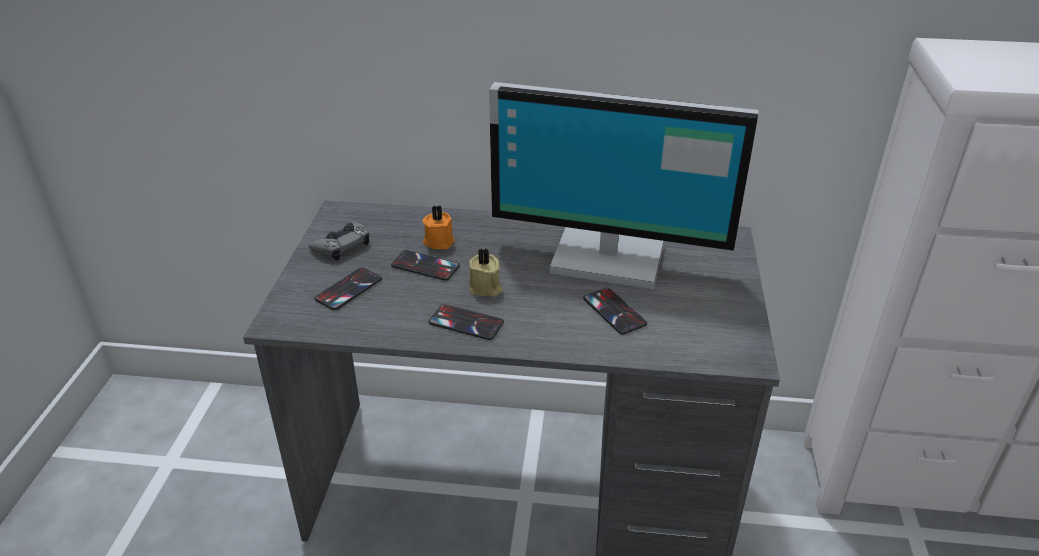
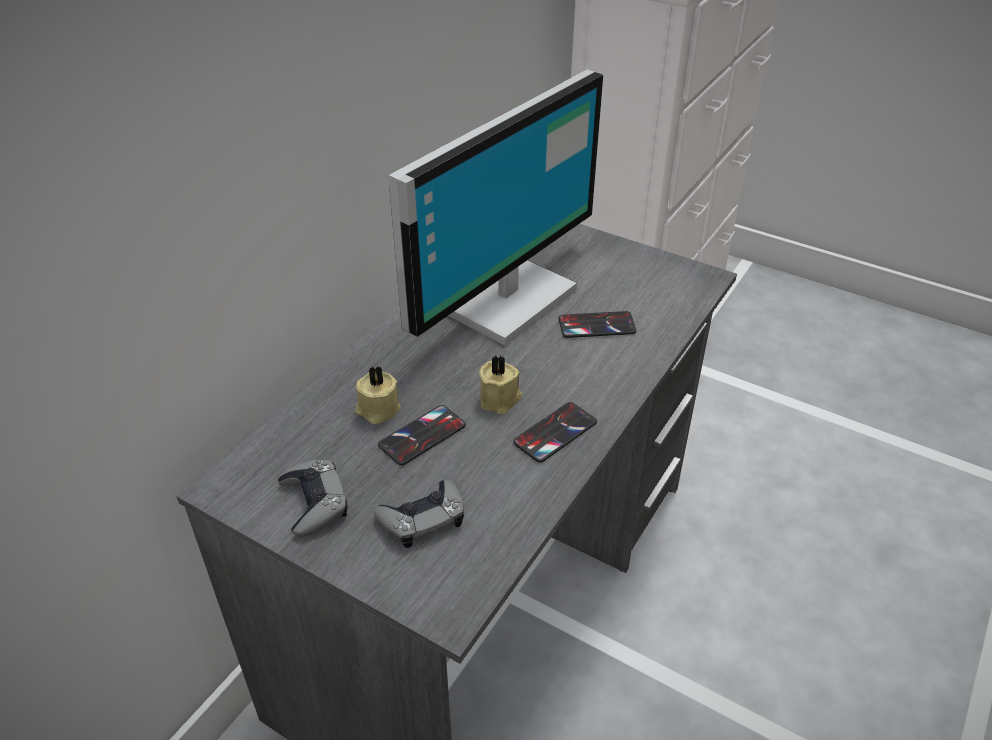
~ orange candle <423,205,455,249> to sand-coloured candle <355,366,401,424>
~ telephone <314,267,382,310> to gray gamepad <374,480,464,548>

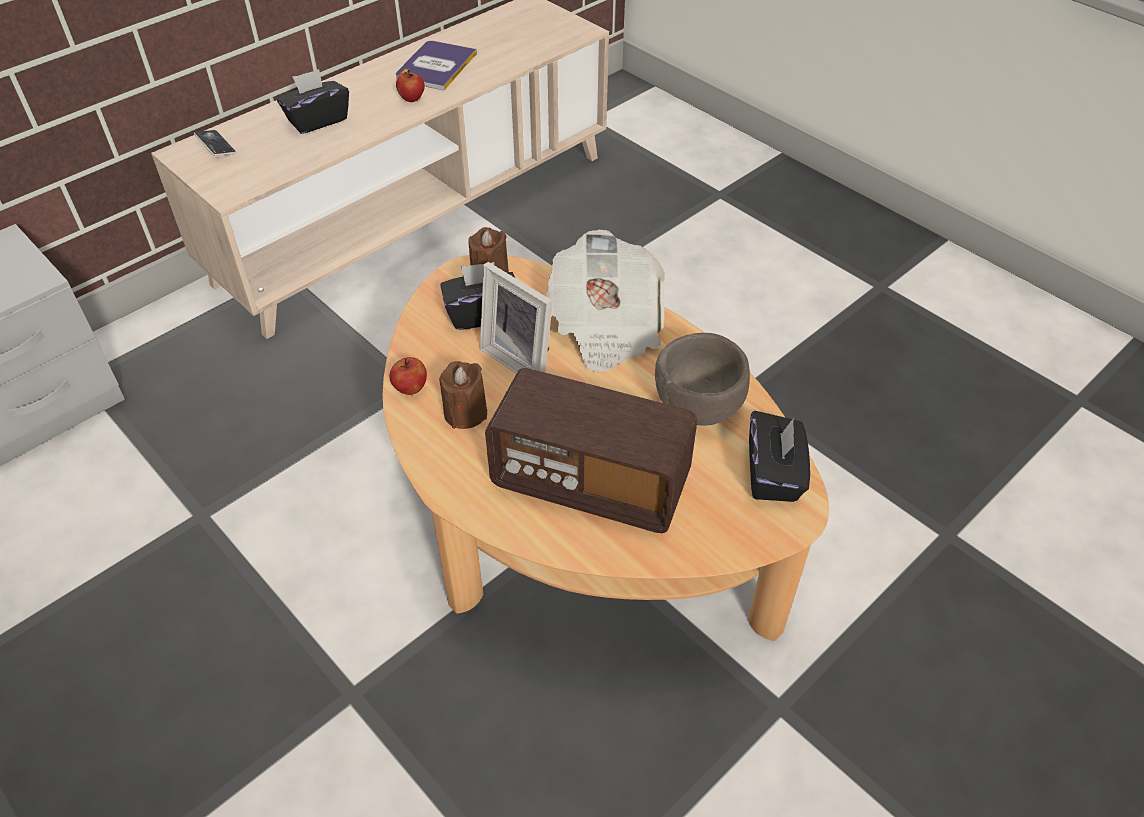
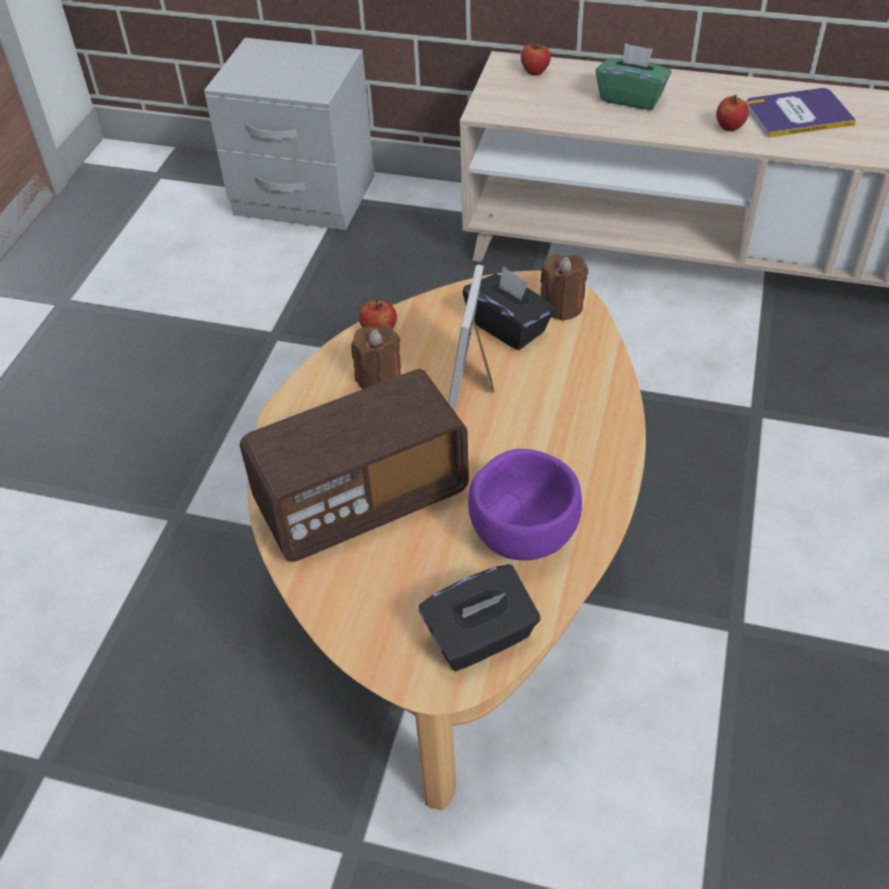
~ radio set <485,368,697,533> = <240,369,469,562> 105 degrees counterclockwise
~ brown deep dish <655,333,750,426> to purple-coloured deep dish <468,449,582,560>
~ telephone <194,130,236,156> to apple <521,40,551,76>
~ black tissue box <277,69,349,134> to greenish tissue box <596,43,671,110>
- daily paper <546,230,665,373>

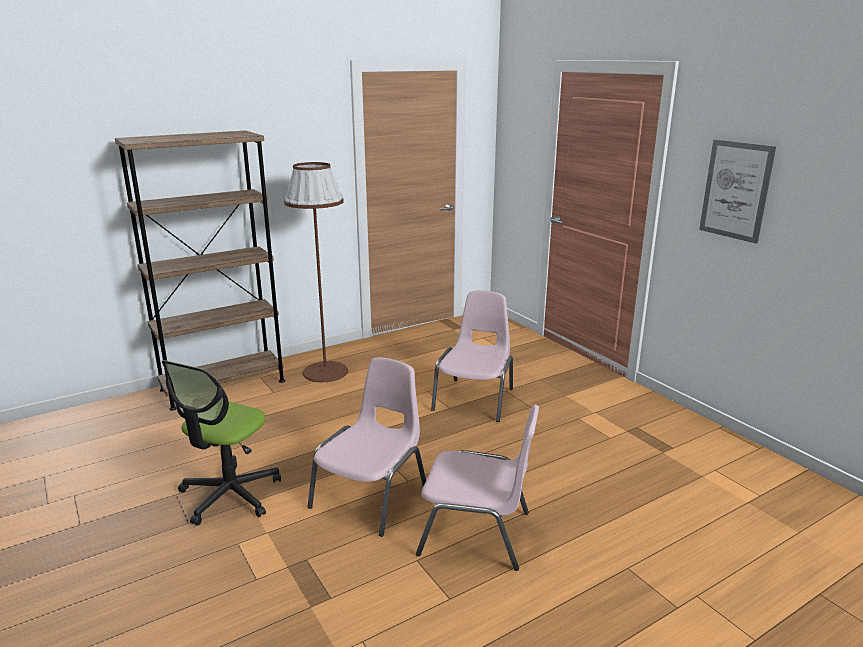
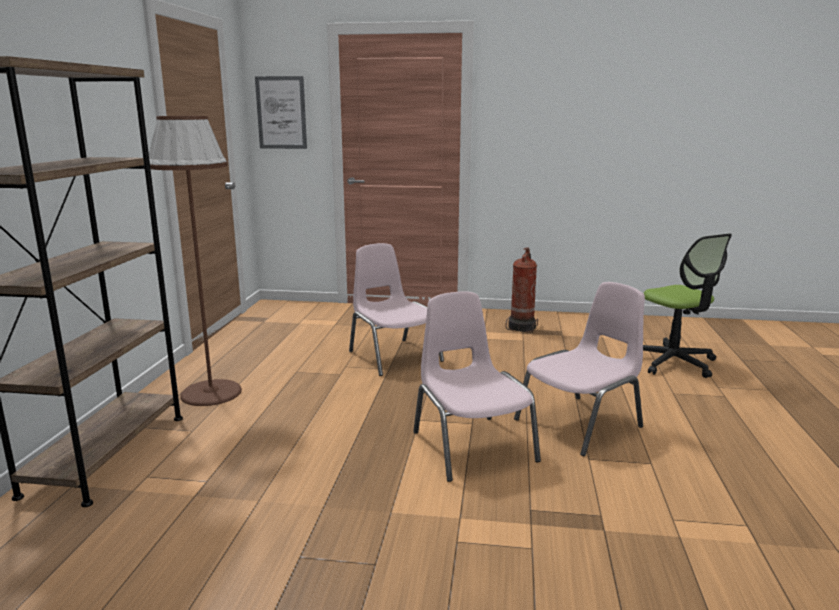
~ wall art <699,140,776,244> to <255,76,307,149>
+ extinguisher <506,247,538,333>
~ computer chair <162,360,281,526> to <643,233,732,378>

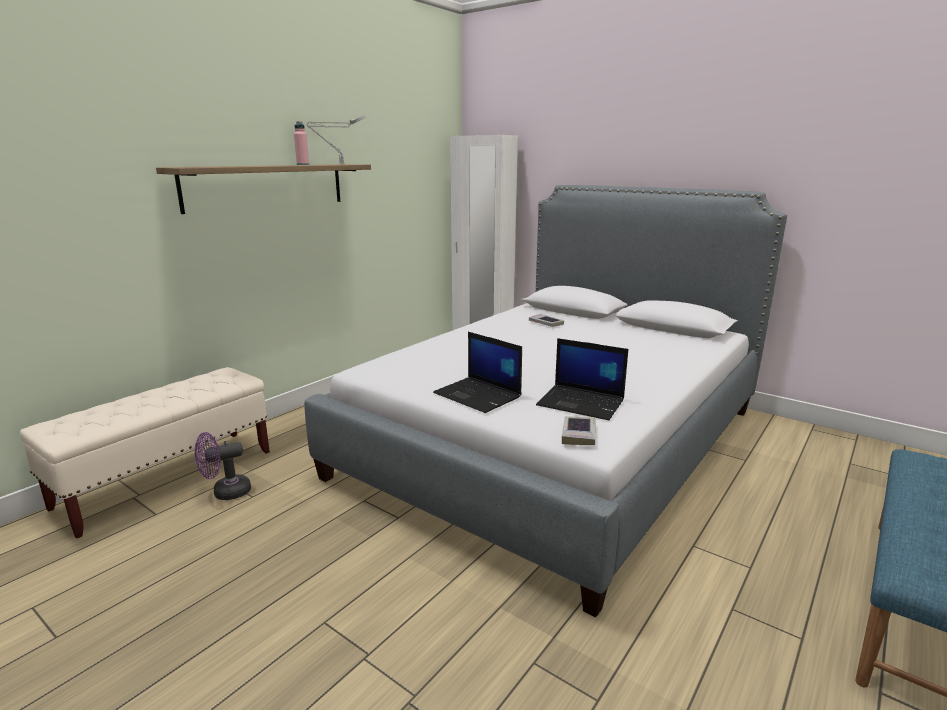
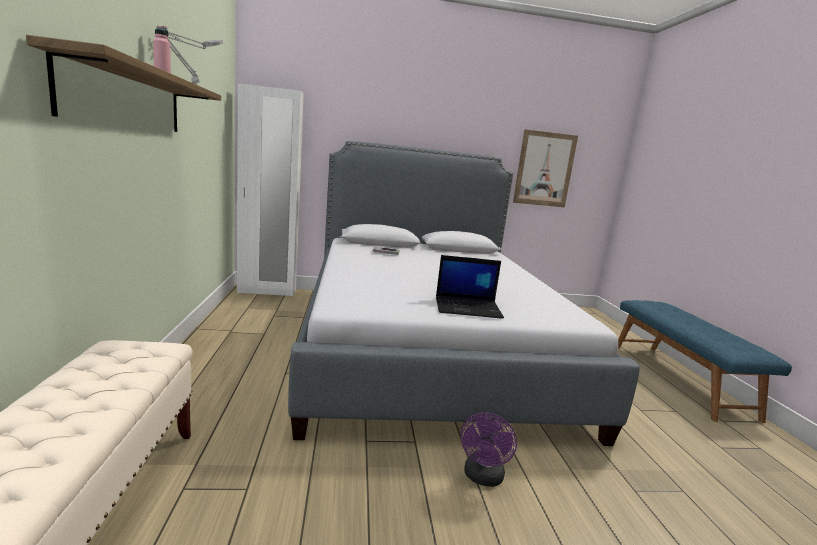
~ purple-coloured cooling fan <195,432,251,500> to <460,412,517,487>
+ wall art <513,130,578,207>
- laptop <536,338,628,420>
- volume <562,416,596,445>

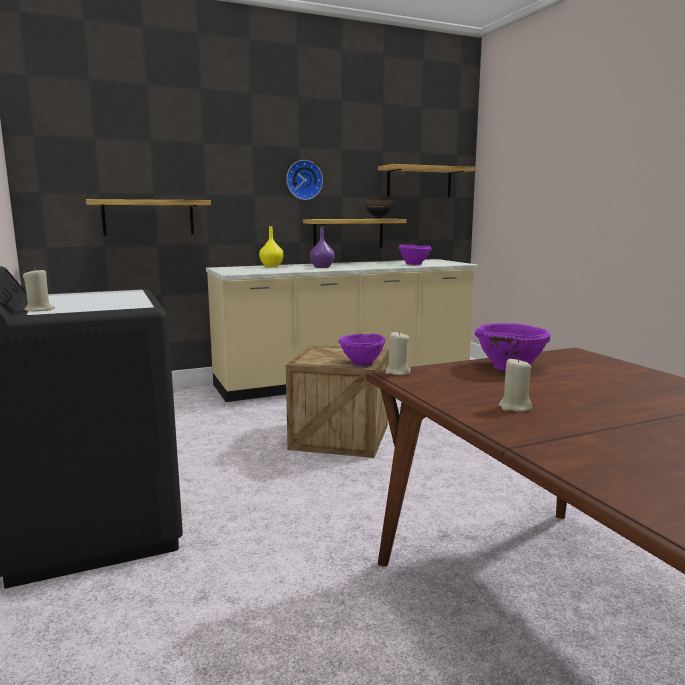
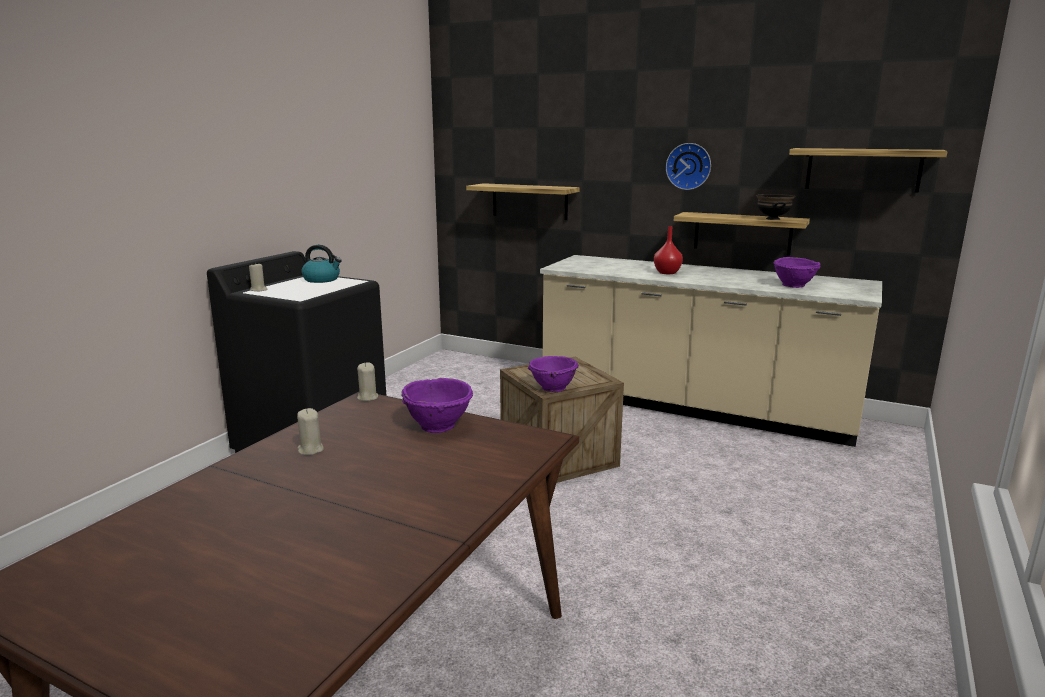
+ kettle <301,245,342,283>
~ purple-coloured flower vase <310,227,335,268> to reddish flower vase <654,226,683,274>
- yellow-coloured flower vase <259,226,284,267>

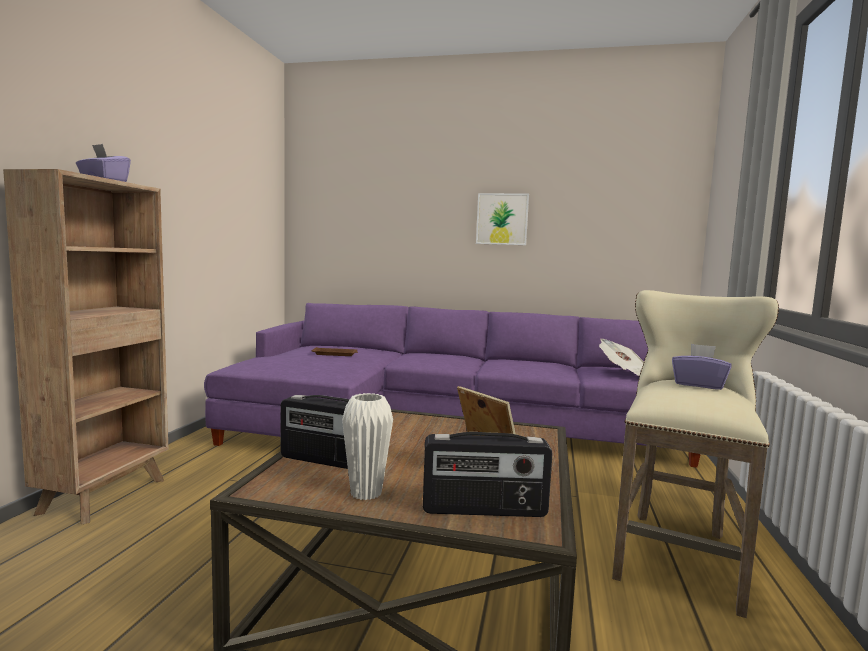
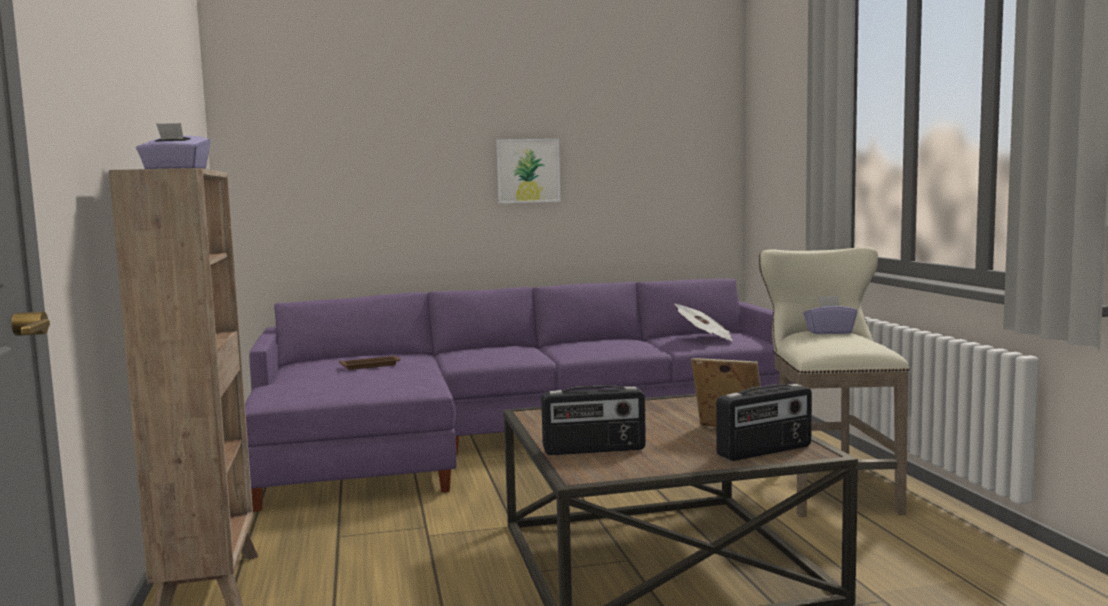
- white-coloured flower vase <342,393,393,500>

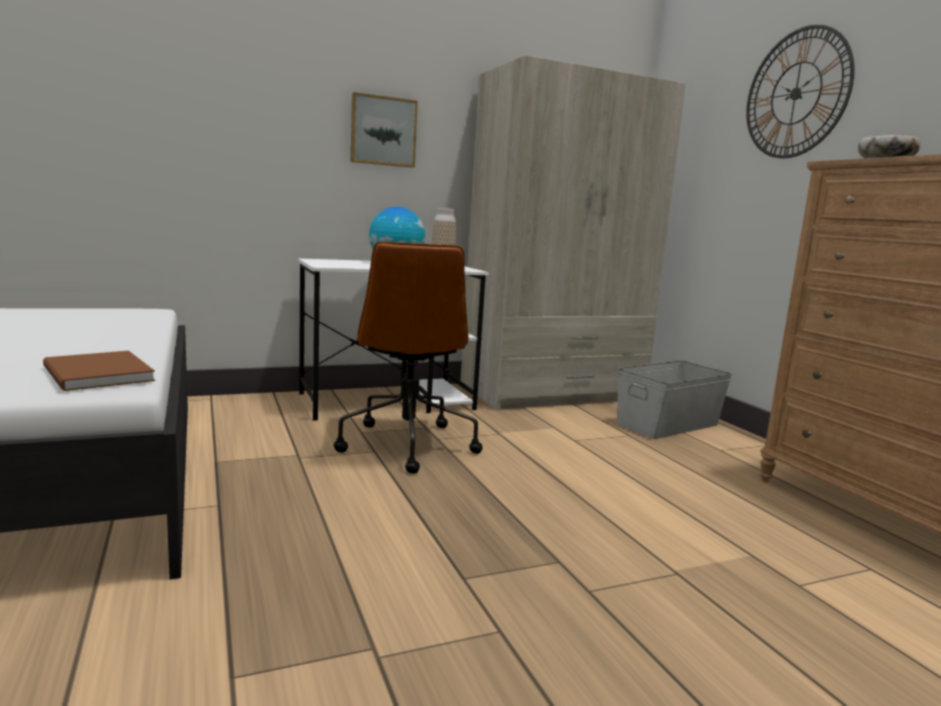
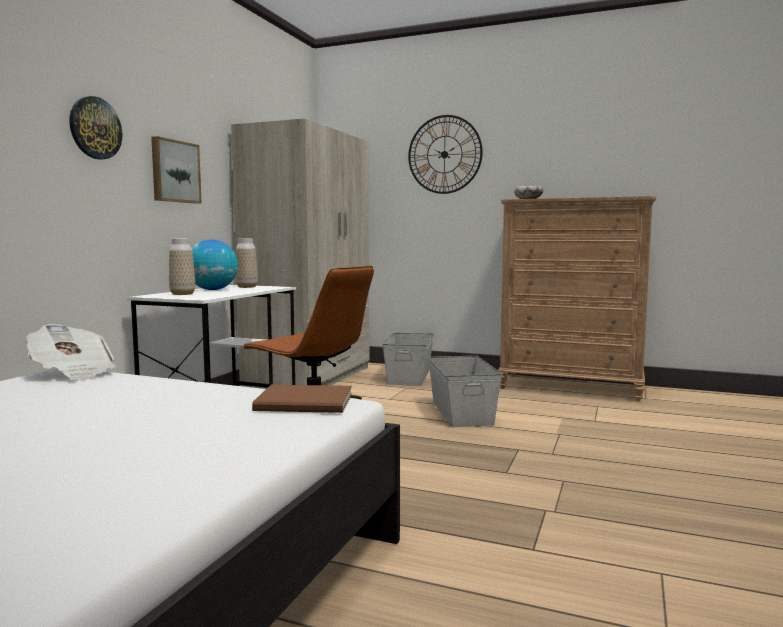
+ daily paper <26,324,116,381>
+ wall clock <69,96,122,160>
+ flower vase <169,238,195,295>
+ gray storage box <428,356,502,427>

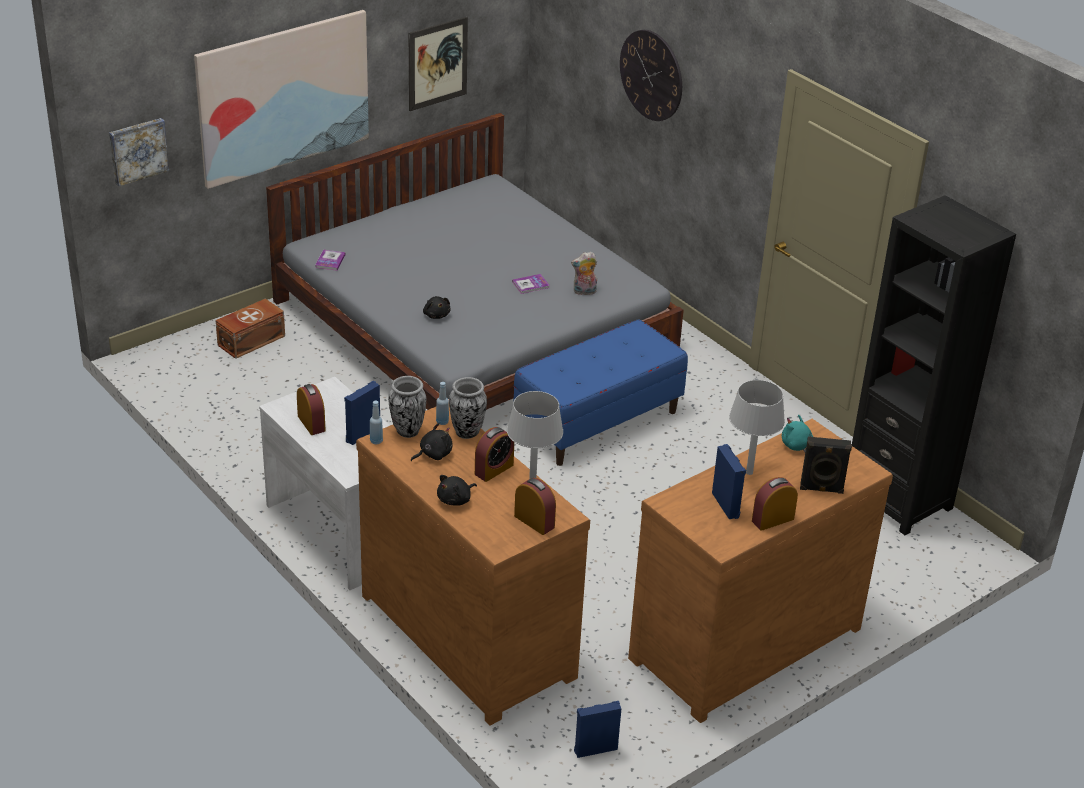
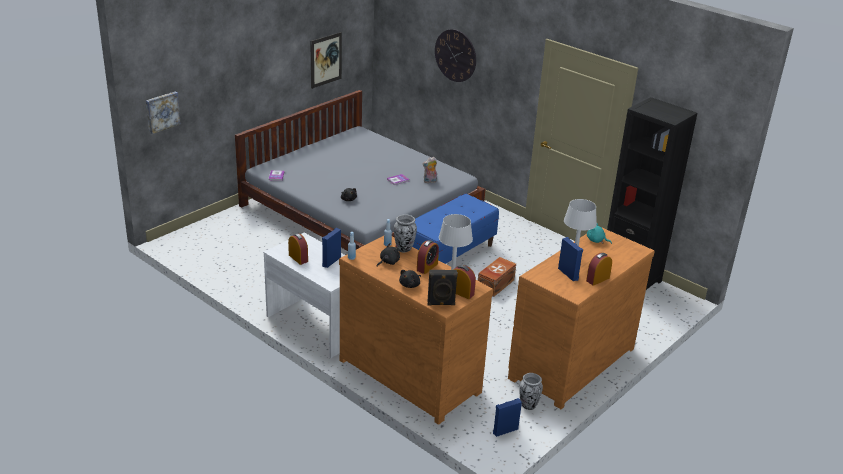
~ black speaker <800,436,852,494> to <428,270,458,305>
~ brown storage box <215,298,285,359> to <478,257,516,297>
~ flower vase <388,376,426,438> to <519,373,543,410>
- wall art <194,10,369,189>

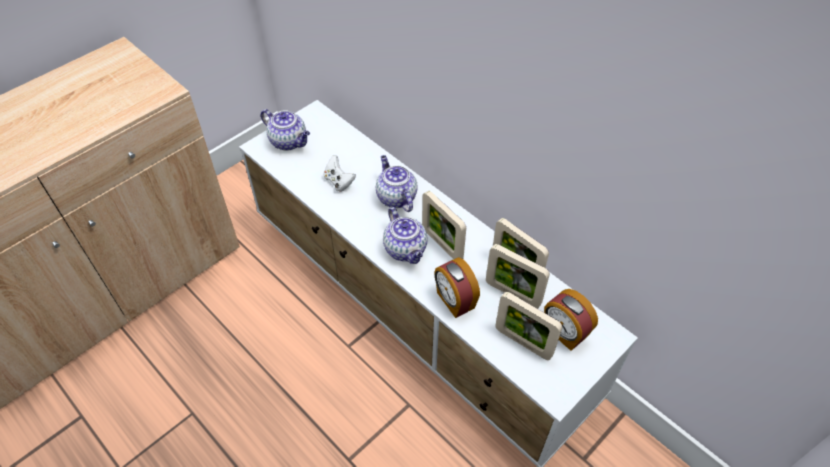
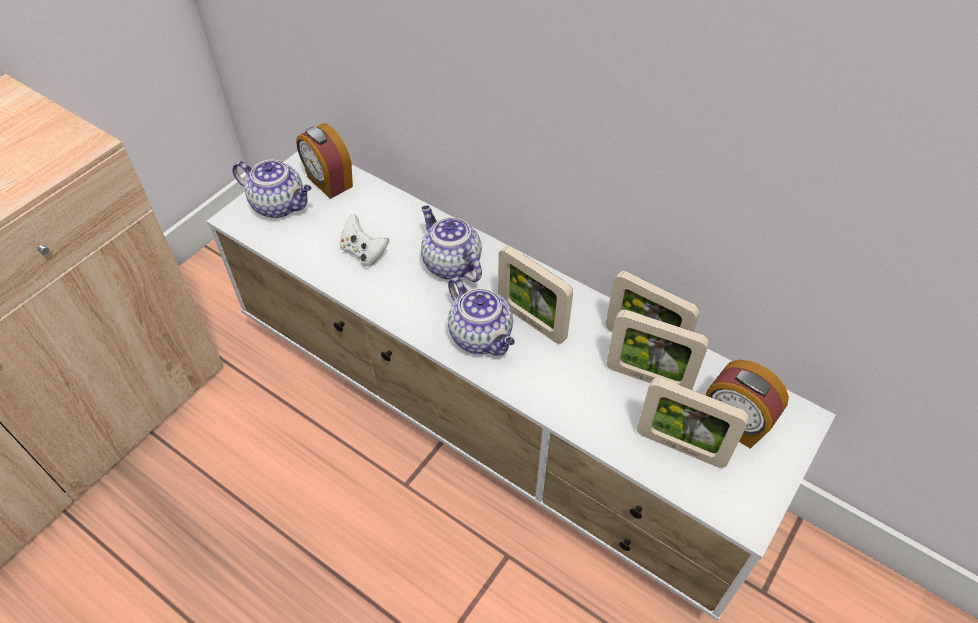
~ table clock <434,257,480,318> to <296,123,353,199>

